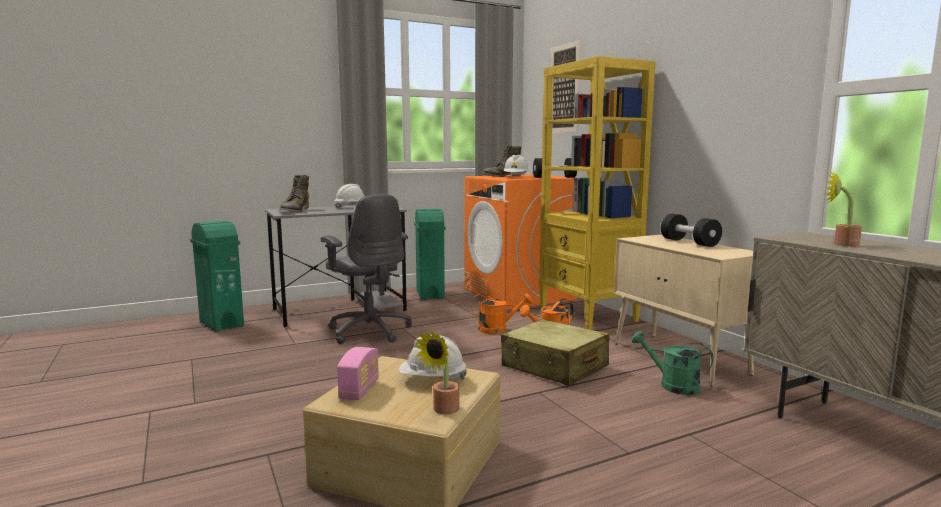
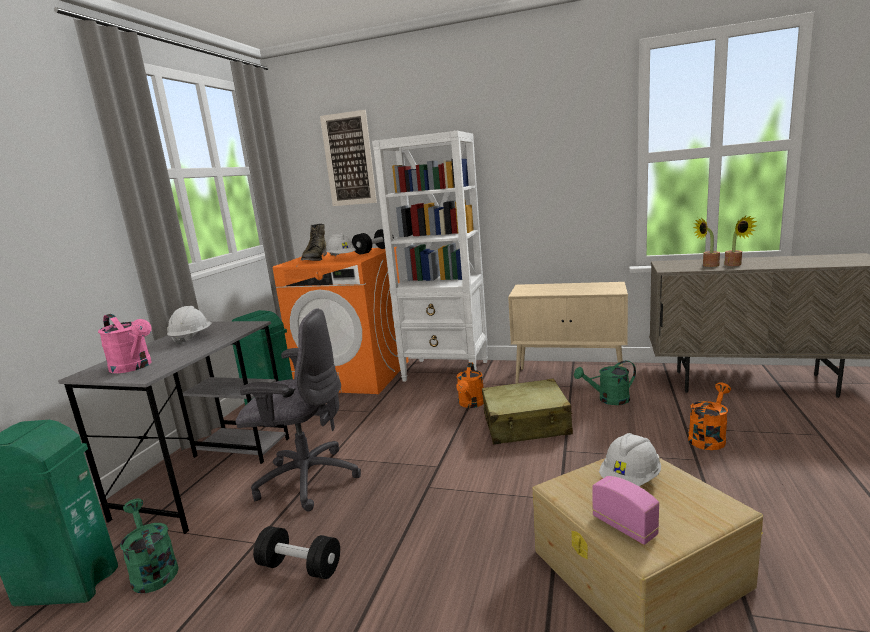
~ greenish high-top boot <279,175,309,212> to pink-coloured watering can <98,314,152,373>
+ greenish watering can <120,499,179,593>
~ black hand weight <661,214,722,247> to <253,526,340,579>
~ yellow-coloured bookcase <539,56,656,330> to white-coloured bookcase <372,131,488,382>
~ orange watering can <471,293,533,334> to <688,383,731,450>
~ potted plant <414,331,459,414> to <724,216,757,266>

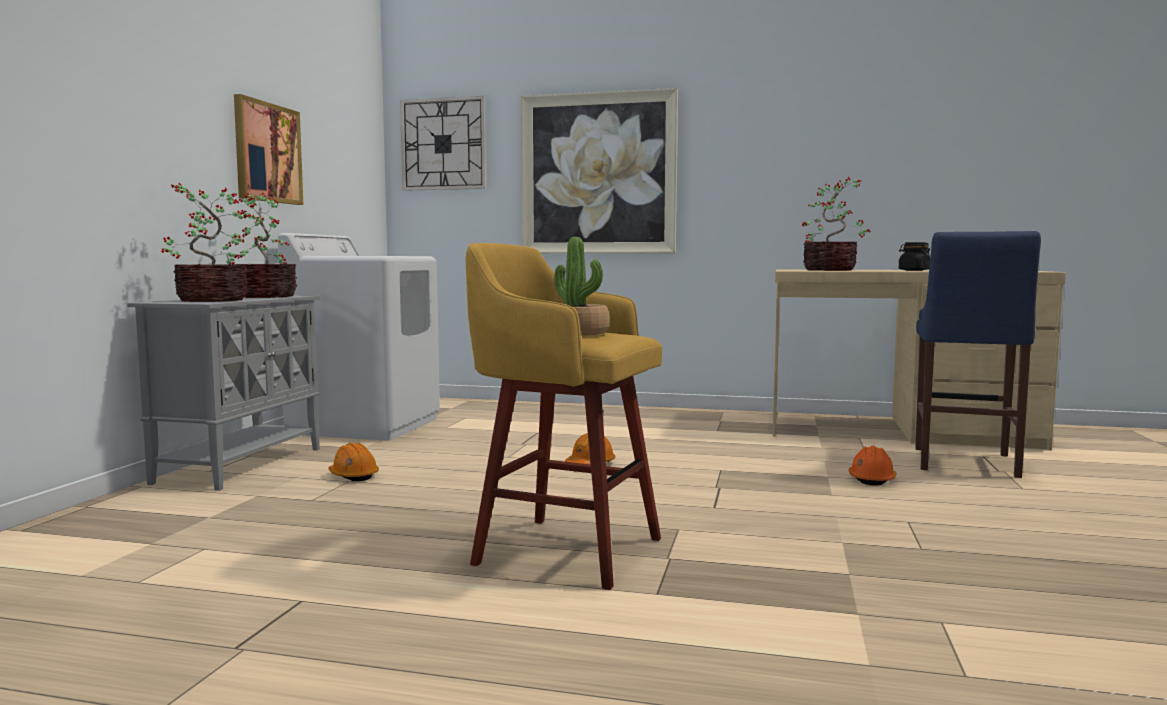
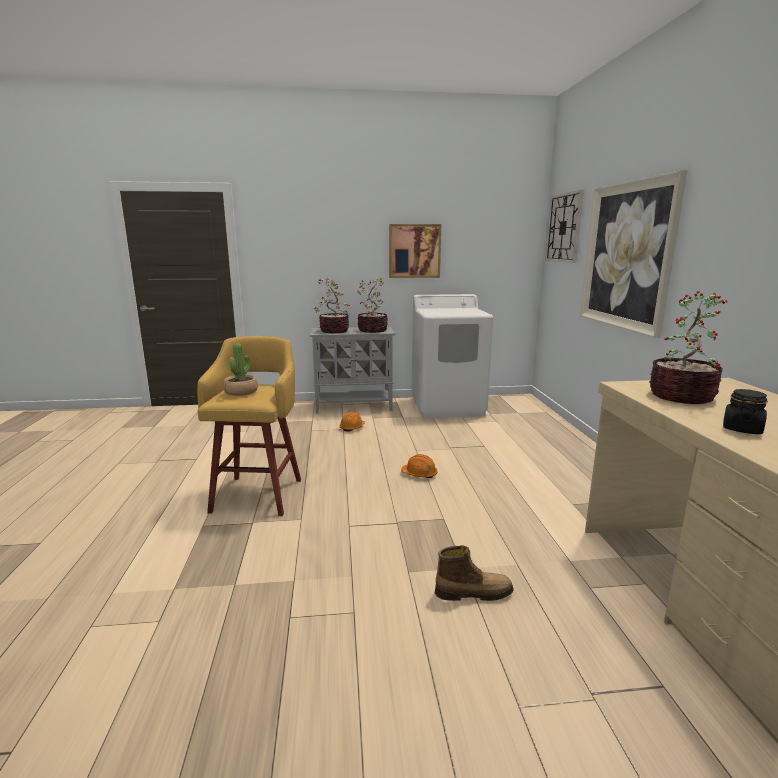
~ orange hard hat <849,446,896,485> to high-top boot <435,545,513,601>
- blue stool <915,231,1041,478>

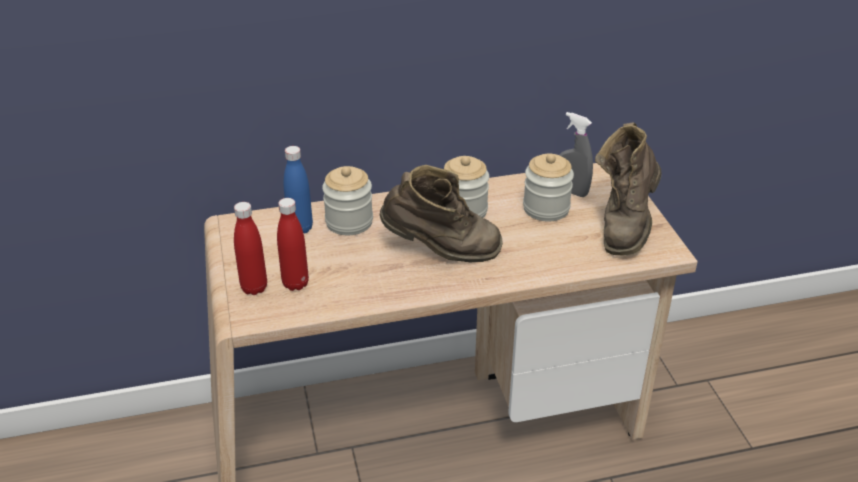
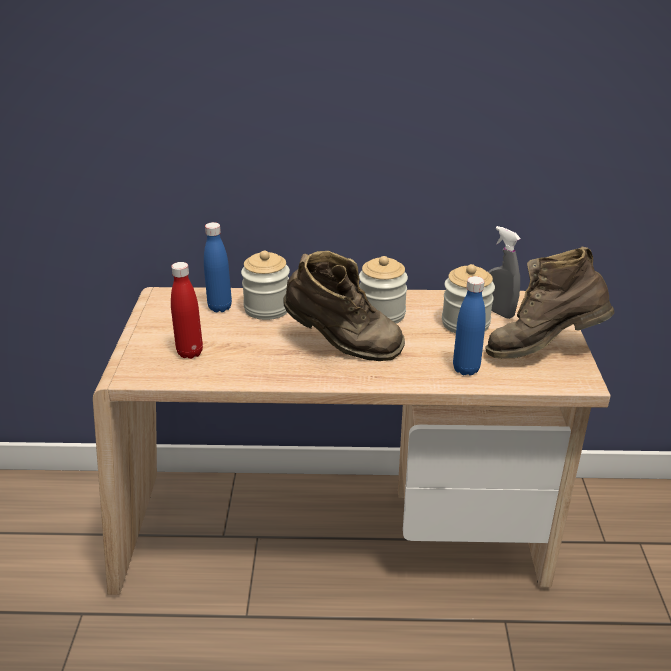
+ blue bottle <453,276,486,376>
~ brown high-top boot <595,122,662,256> = <485,247,615,358> 45 degrees clockwise
- reddish bottle <234,202,267,295>

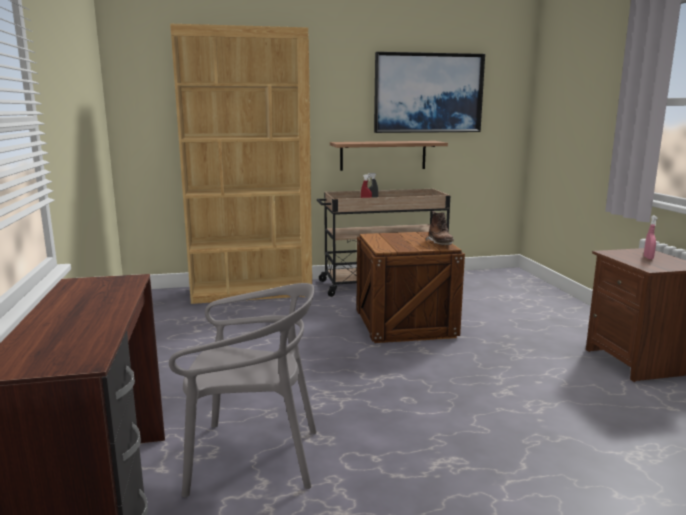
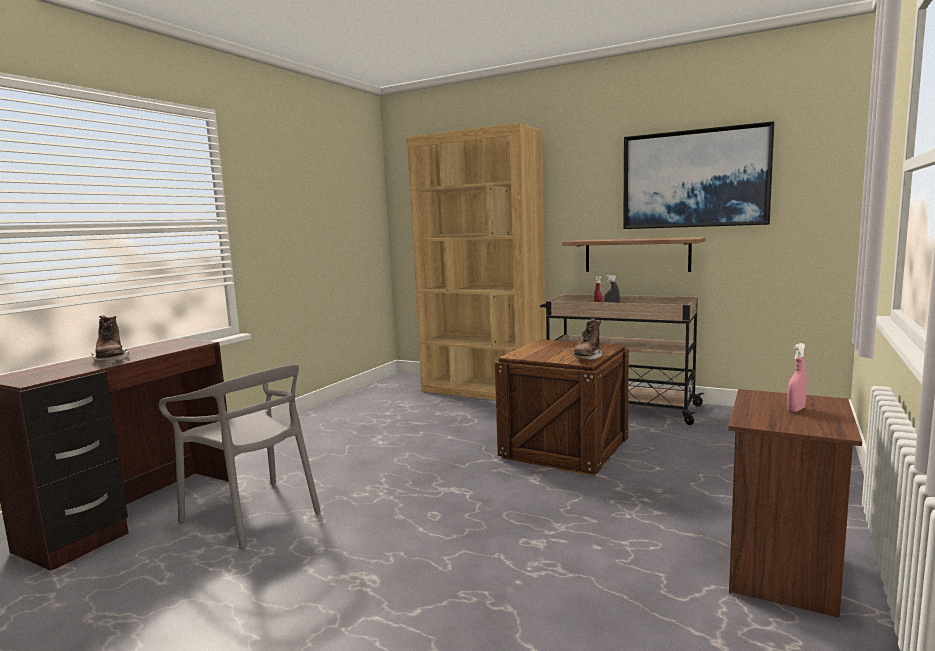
+ brown high-top boot <92,315,130,361>

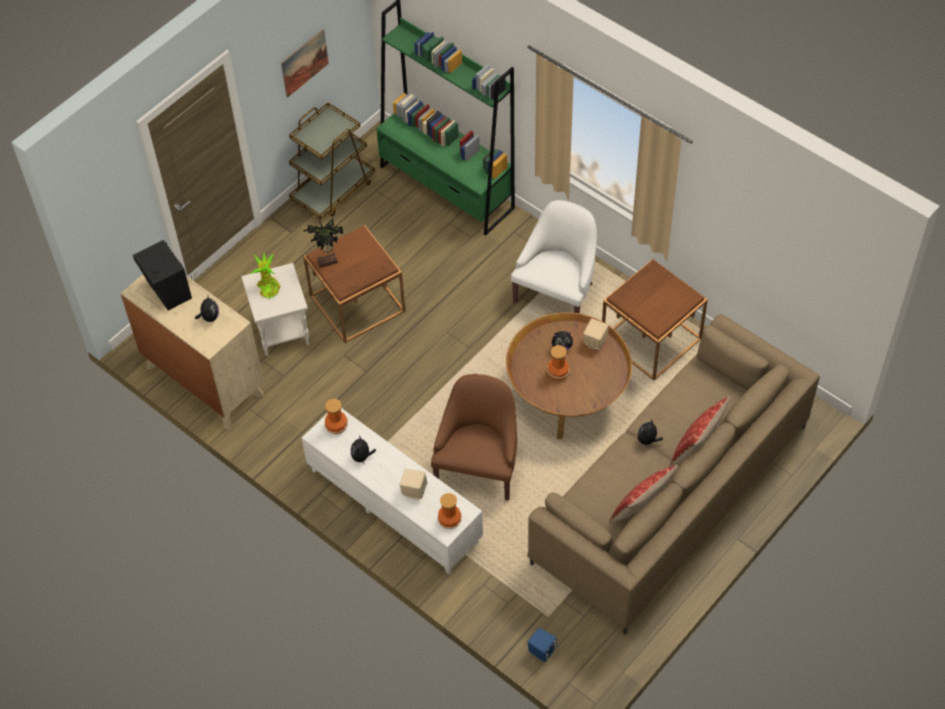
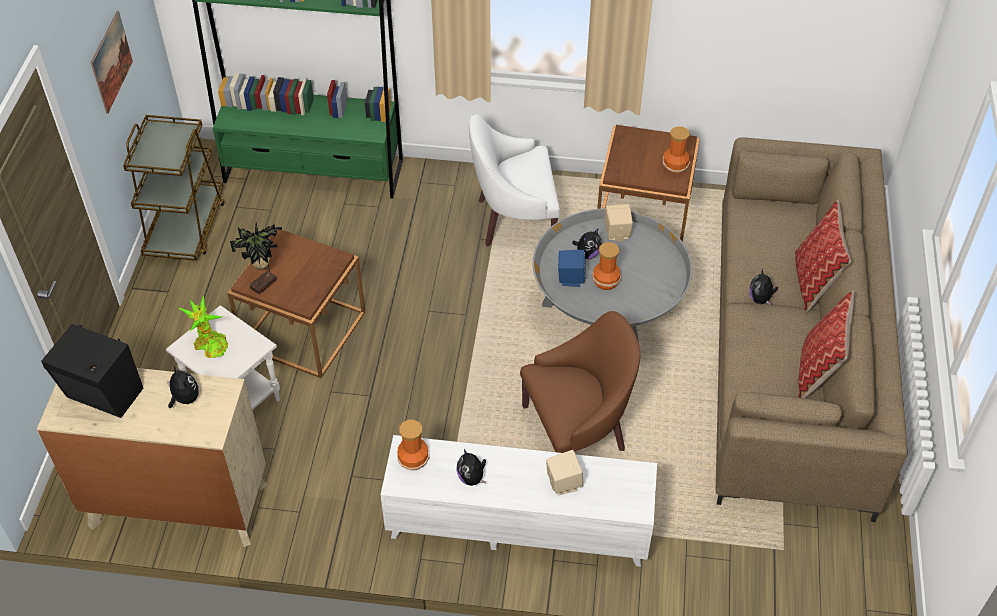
~ white-coloured lounge chair <511,200,597,313> = <469,114,560,246> 90 degrees counterclockwise
~ brown lounge chair <431,374,517,501> = <520,311,640,453> 90 degrees clockwise
~ brown lounge table <506,312,632,439> to gray lounge table <533,208,692,342>
~ blue speaker <527,628,557,662> to <558,250,586,287>
~ flower vase <438,493,462,529> to <662,126,690,174>

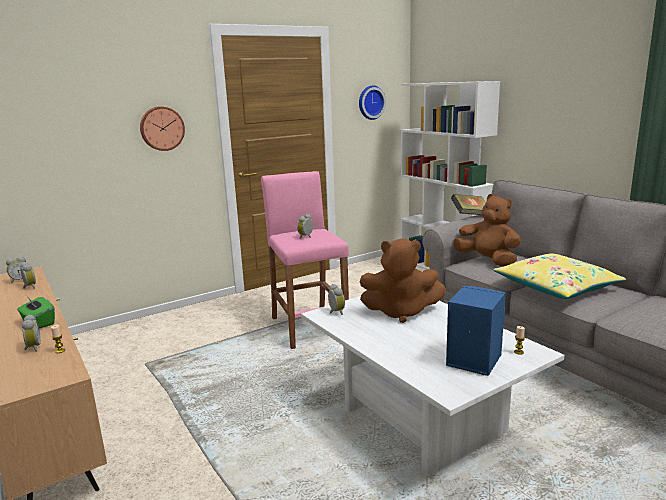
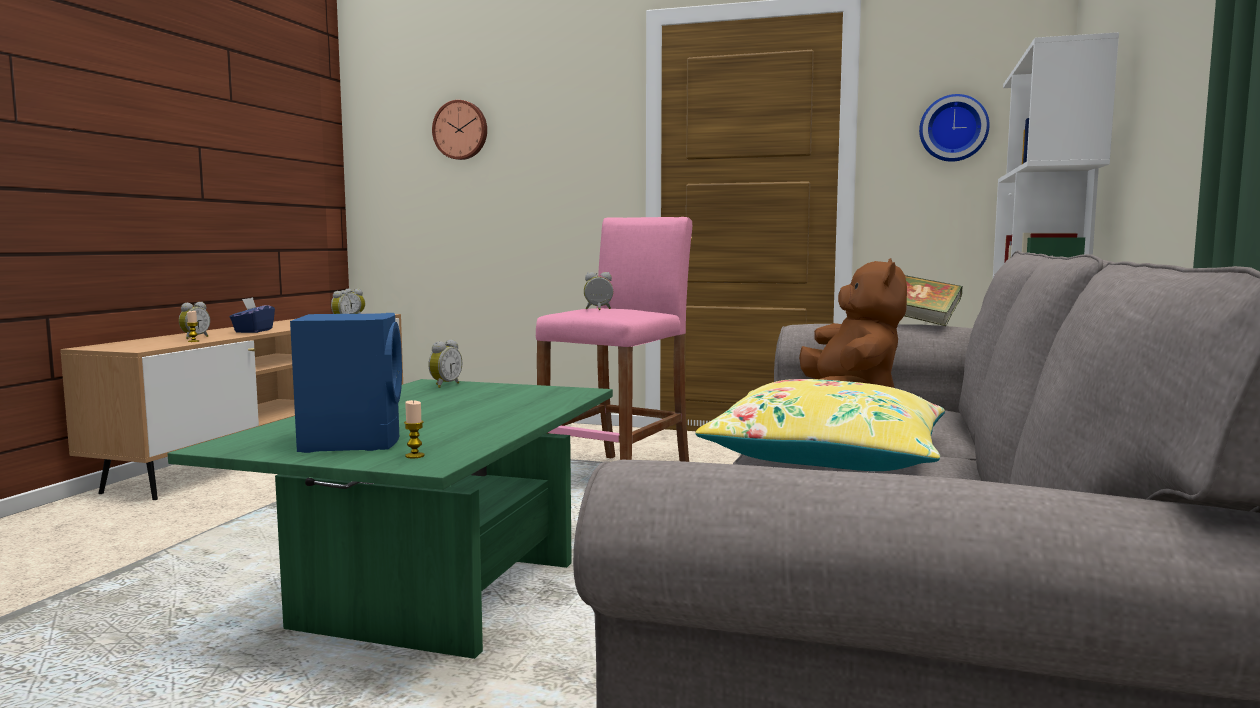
~ white-coloured lounge table <301,296,564,477> to greenish lounge table <168,379,613,659>
~ greenish tissue box <17,297,55,329> to blue tissue box <230,297,275,333>
~ wall clock <140,106,185,151> to <432,100,487,160>
- brown plush toy <360,239,446,323>

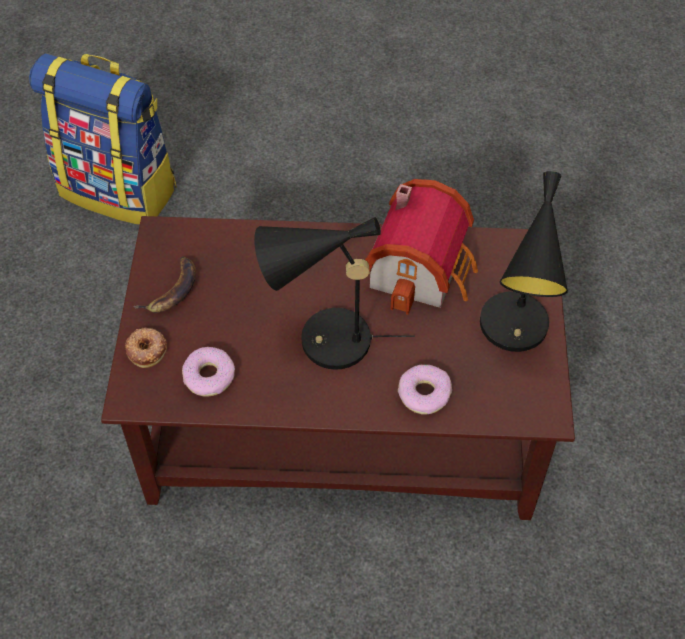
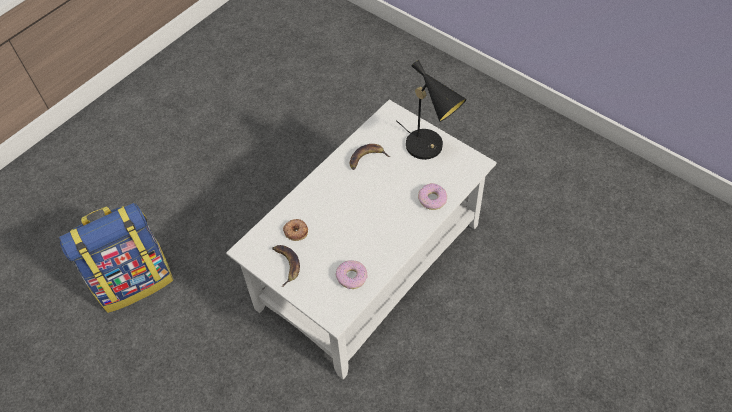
~ brown lounge table <101,216,575,520> to white-coloured lounge table <226,100,497,379>
~ ring doughnut <125,328,167,368> to <283,219,308,241>
~ miniature house <365,179,478,315> to whole banana <350,144,390,170>
- black tabletop lamp <254,217,415,370>

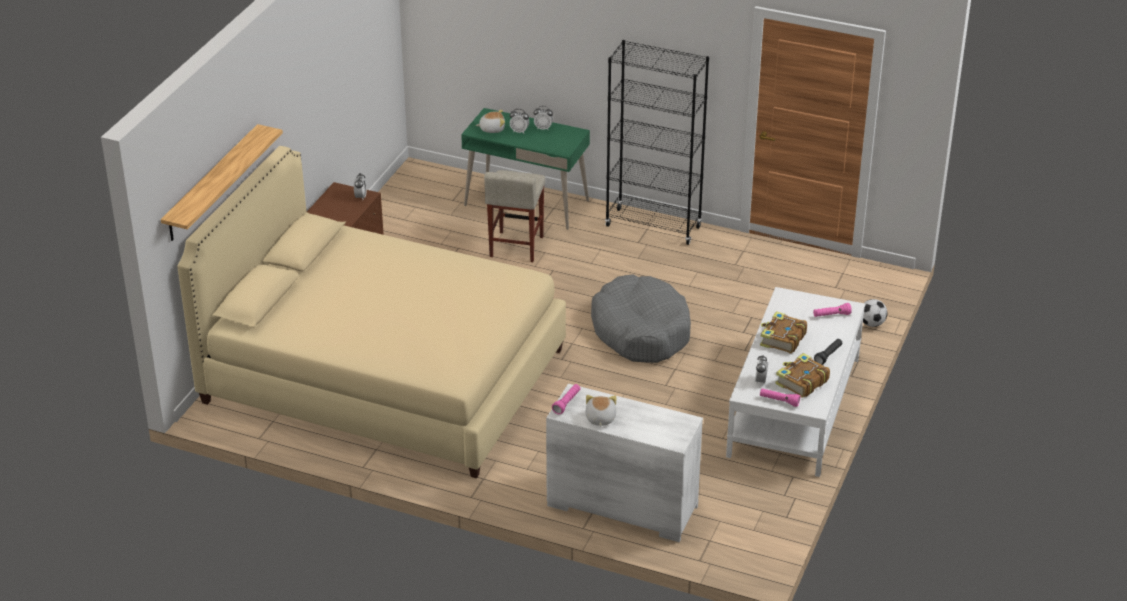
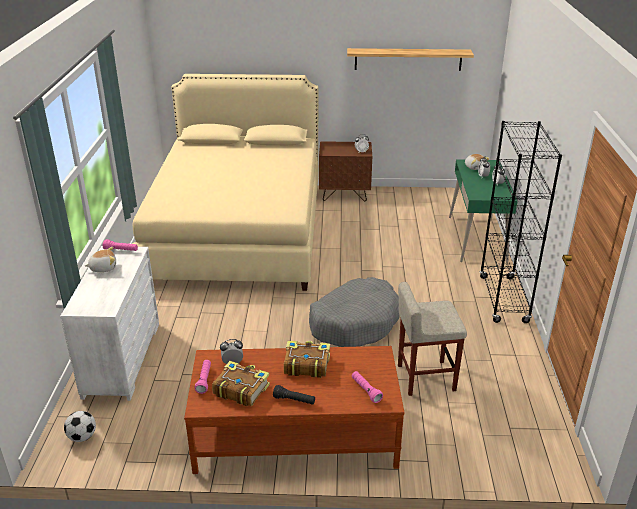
~ football ball <863,299,887,327> to <64,411,96,442>
~ white-coloured lounge table <726,287,865,477> to brown lounge table <184,346,404,474>
~ shelf <161,124,283,241> to <347,48,474,71>
~ sand-coloured stool <484,170,545,262> to <398,282,467,396>

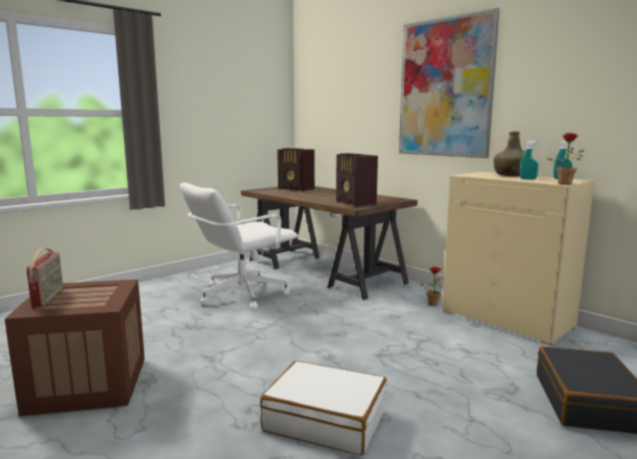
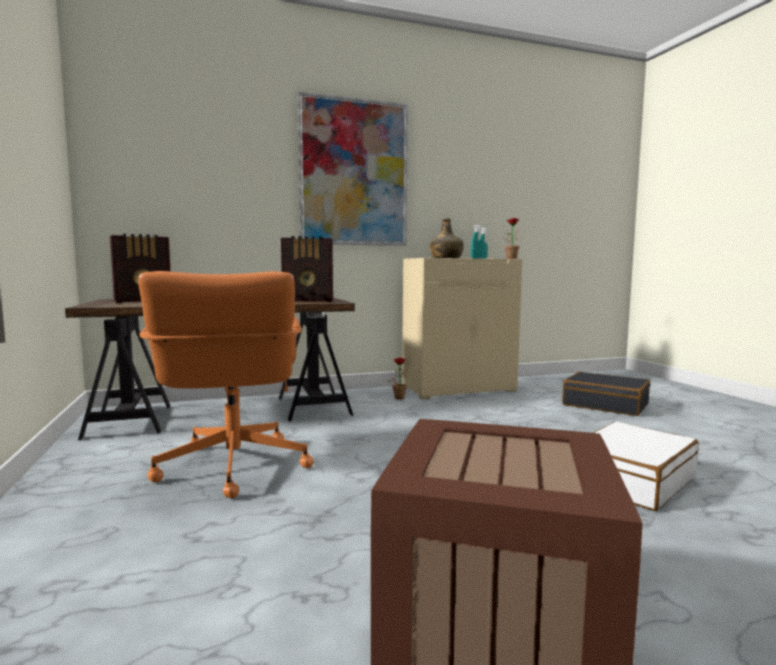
~ white-coloured computer chair <180,183,298,310> to orange computer chair <138,271,313,498>
- radio set <26,248,63,307>

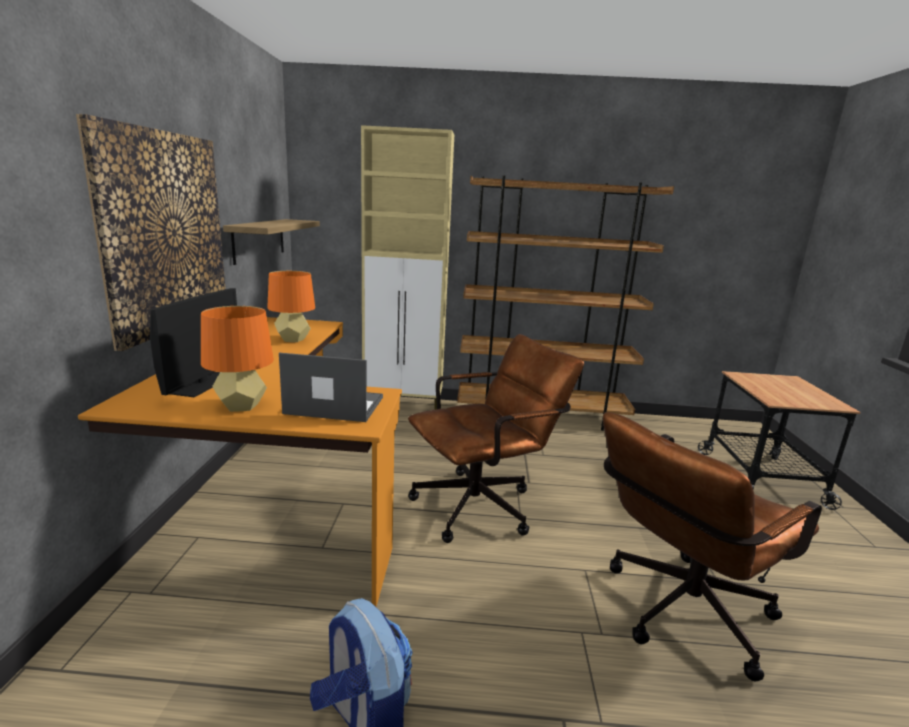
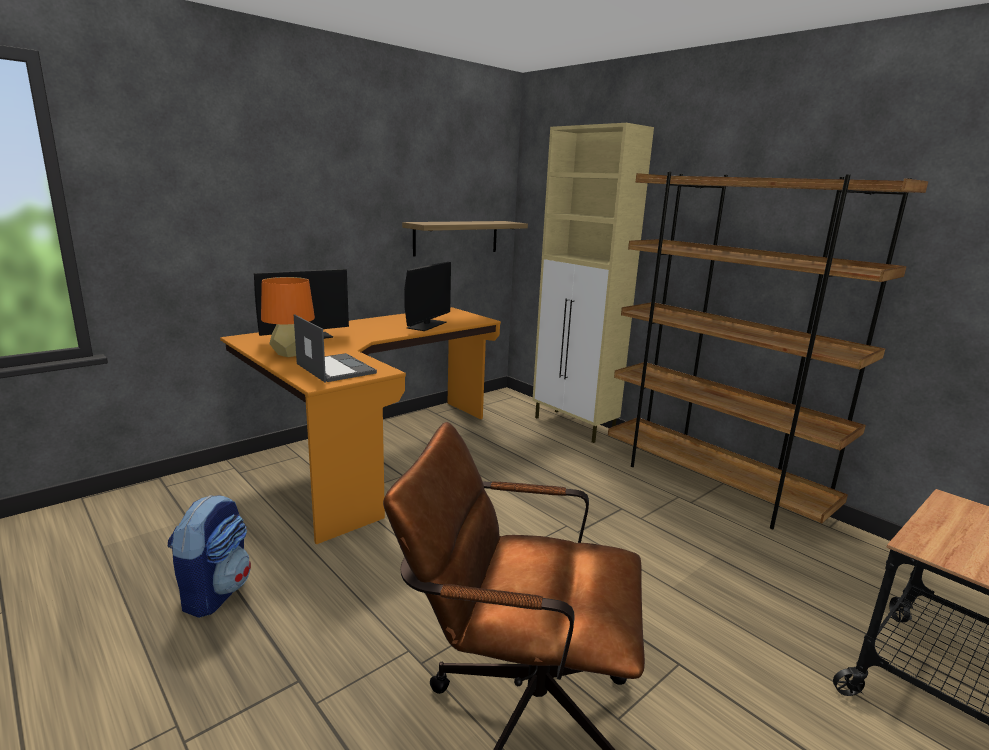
~ orange tabletop lamp <267,271,315,342> to monitor <404,262,451,331>
- wall art <76,114,225,351>
- brown computer chair <408,334,584,543>

